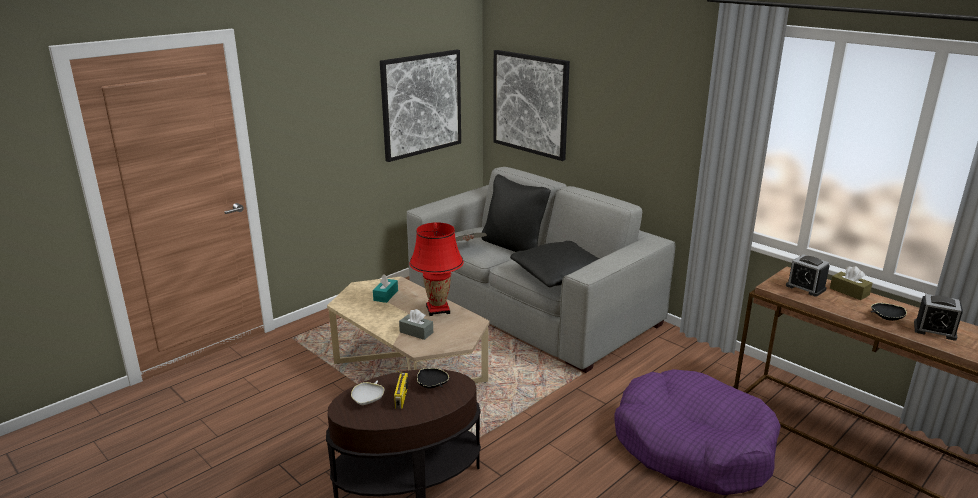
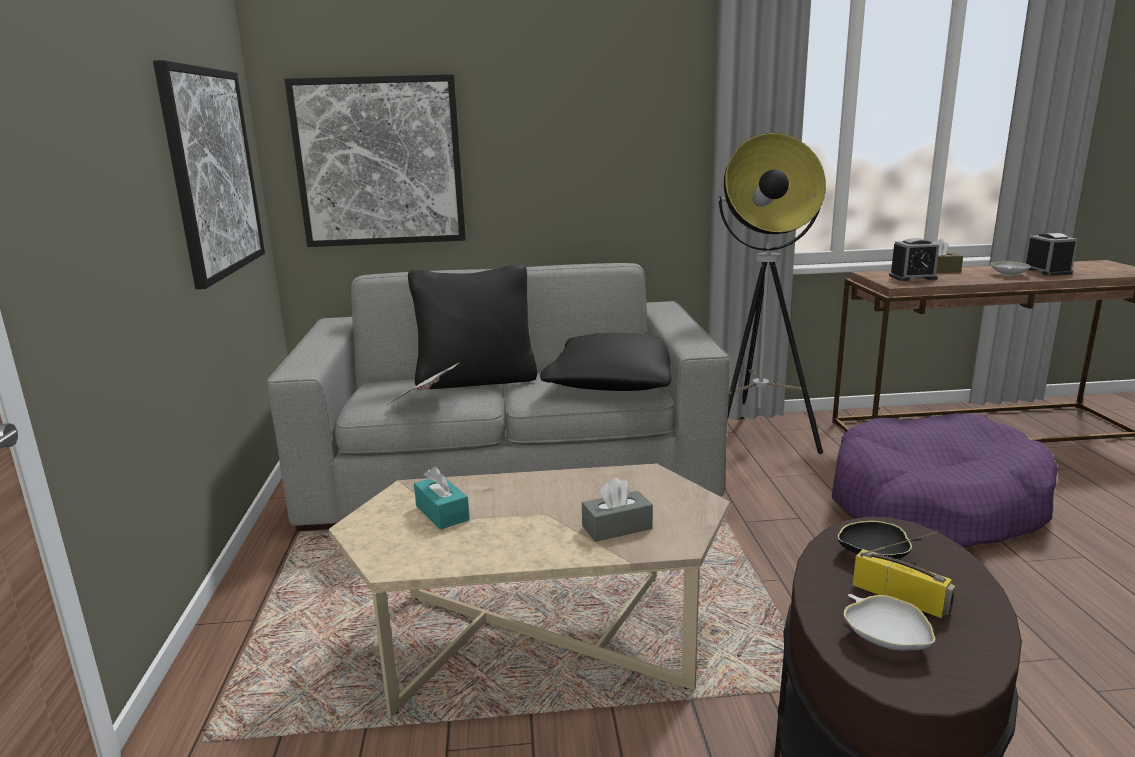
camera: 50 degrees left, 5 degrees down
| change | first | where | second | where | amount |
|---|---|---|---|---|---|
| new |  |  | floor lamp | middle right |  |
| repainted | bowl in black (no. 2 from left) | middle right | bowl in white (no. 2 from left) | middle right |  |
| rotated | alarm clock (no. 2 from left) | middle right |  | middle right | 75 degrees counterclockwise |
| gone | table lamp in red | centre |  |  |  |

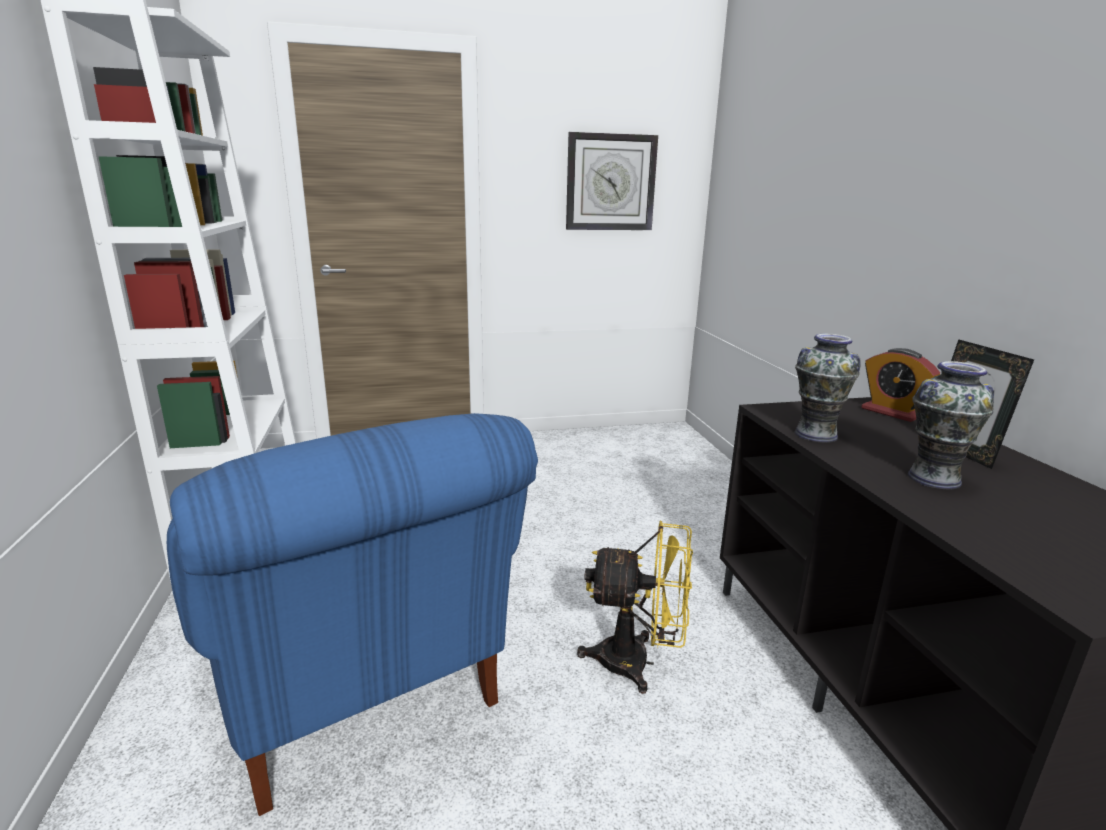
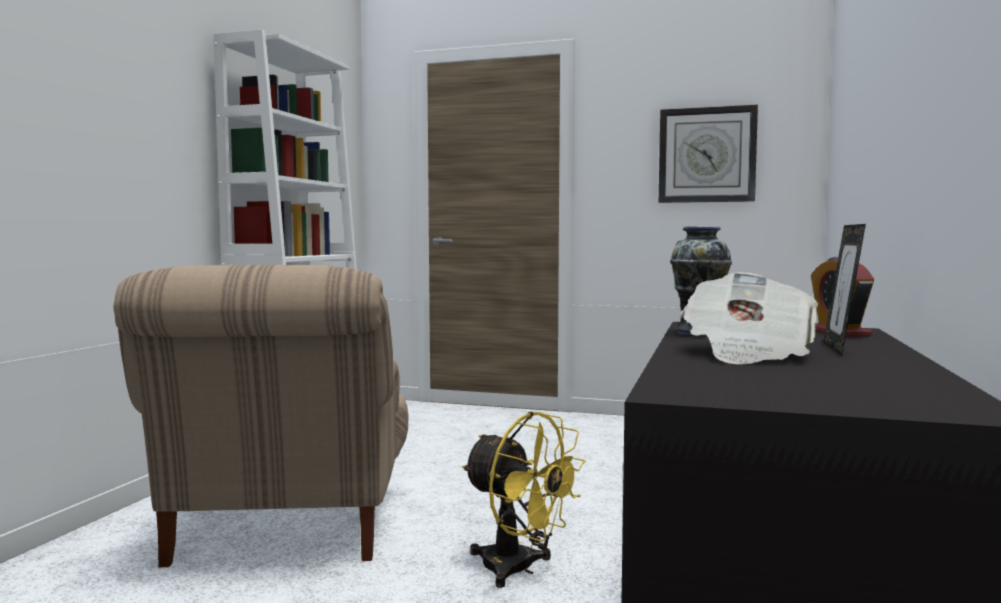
camera: 30 degrees right, 15 degrees down
| change | first | where | second | where | amount |
|---|---|---|---|---|---|
| repainted | armchair in blue | bottom left | armchair in beige | bottom left |  |
| swapped | vase (no. 2 from left) | middle right | newspaper | middle right |  |

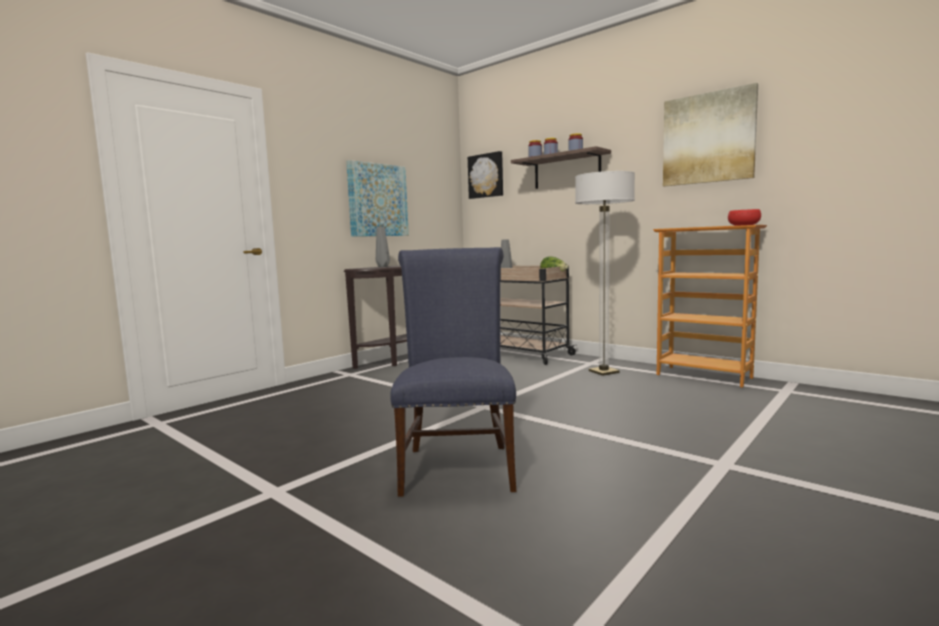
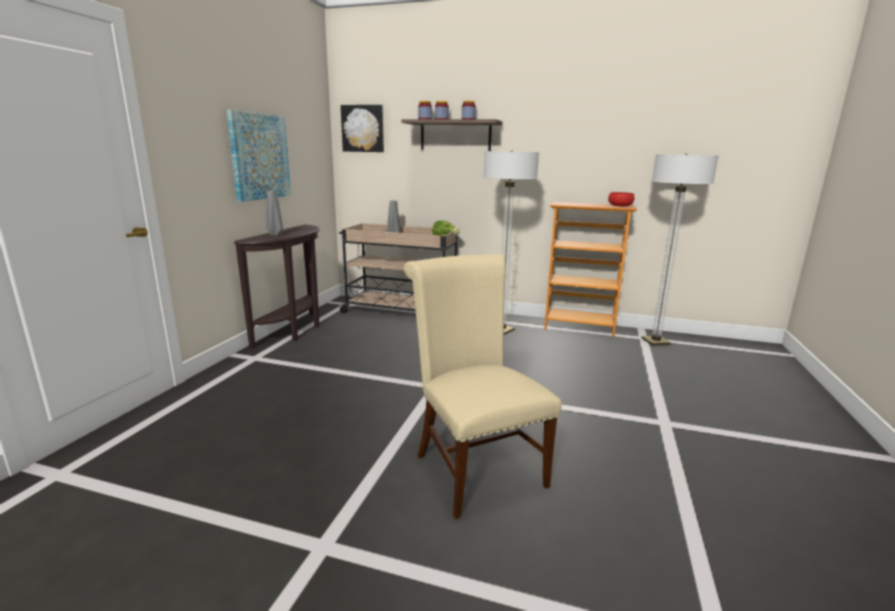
camera: 25 degrees left, 10 degrees up
| change | first | where | second | where | amount |
|---|---|---|---|---|---|
| repainted | chair in blue | centre | chair in beige | centre |  |
| new |  |  | floor lamp (no. 2 from left) | middle right |  |
| gone | picture (no. 3 from left) | top right |  |  |  |

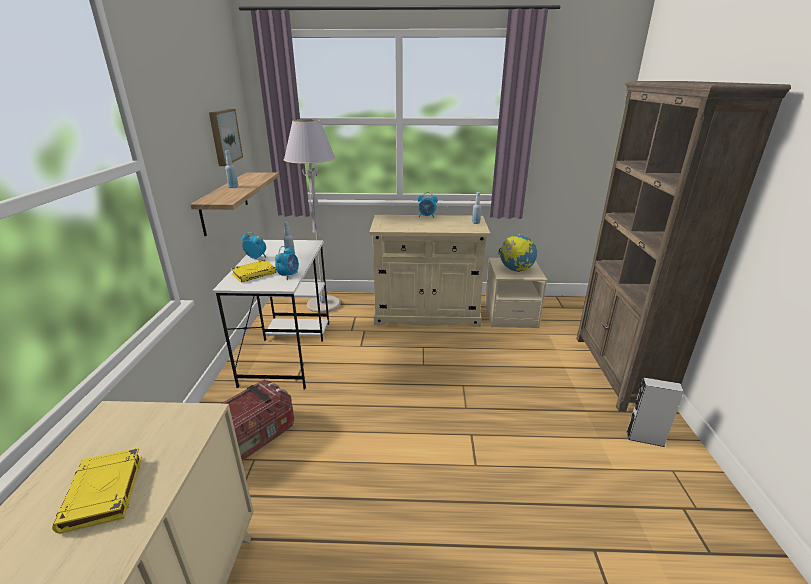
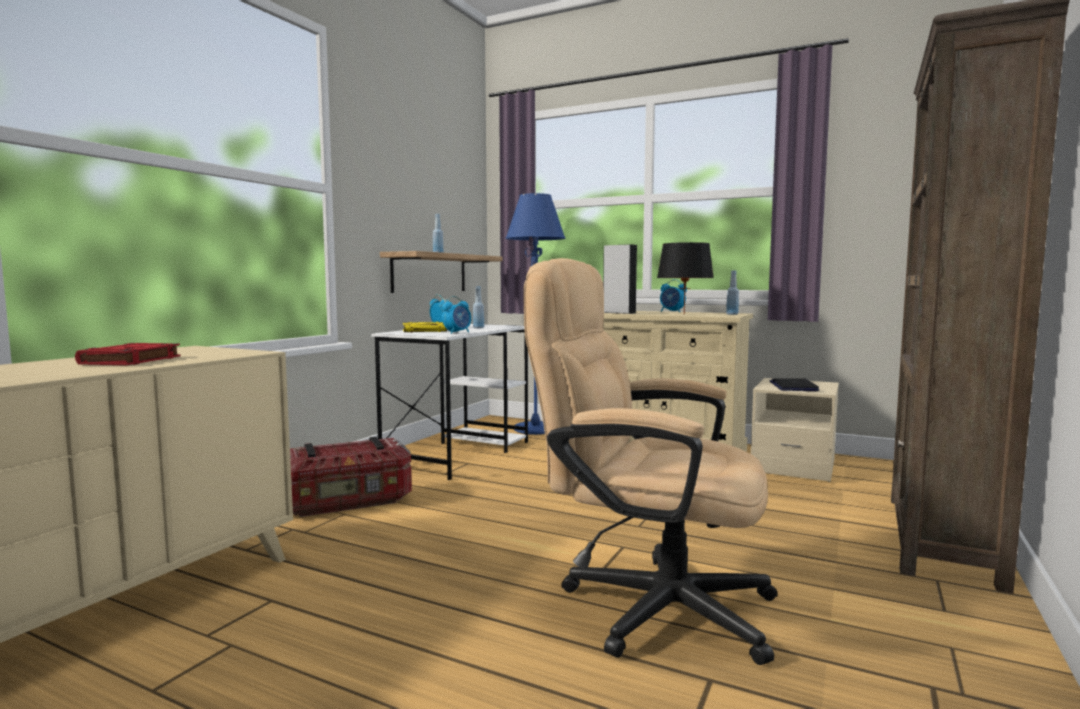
camera: 25 degrees right, 20 degrees down
| change | first | where | second | where | amount |
|---|---|---|---|---|---|
| repainted | book in yellow (no. 1 from left) | bottom left | book in red | middle left |  |
| repainted | floor lamp in grey | centre | floor lamp in blue | centre |  |
| new |  |  | office chair in beige | centre |  |
| shifted | speaker in grey | bottom right |  | centre |  |
| new |  |  | table lamp in black | centre |  |
| swapped | globe | centre | laptop | middle right |  |
| gone | picture | top left |  |  |  |

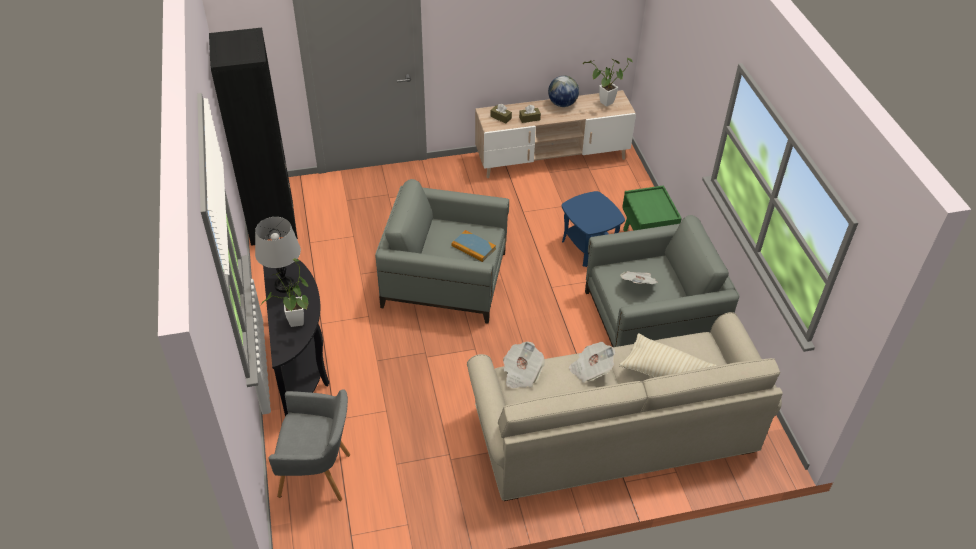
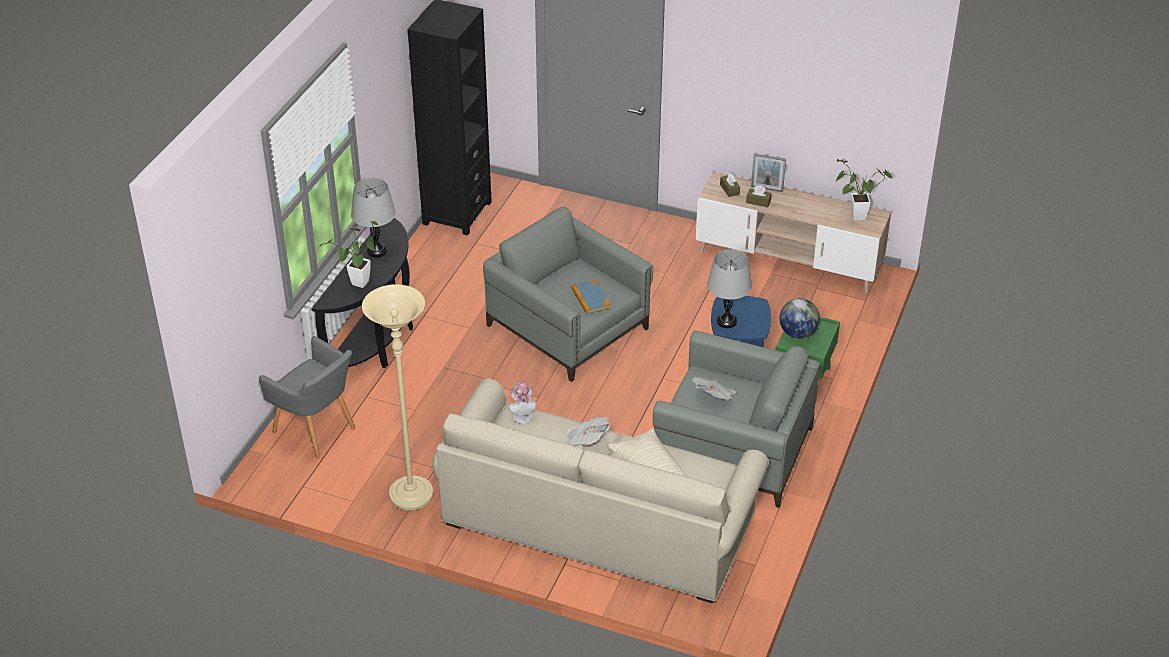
camera: 35 degrees right, 5 degrees down
| change | first | where | second | where | amount |
|---|---|---|---|---|---|
| new |  |  | floor lamp in beige | centre |  |
| swapped | newspaper (no. 1 from left) | centre | hat | centre |  |
| new |  |  | table lamp in grey (no. 2 from left) | centre |  |
| new |  |  | picture frame | top centre |  |
| shifted | globe | top centre |  | middle right |  |

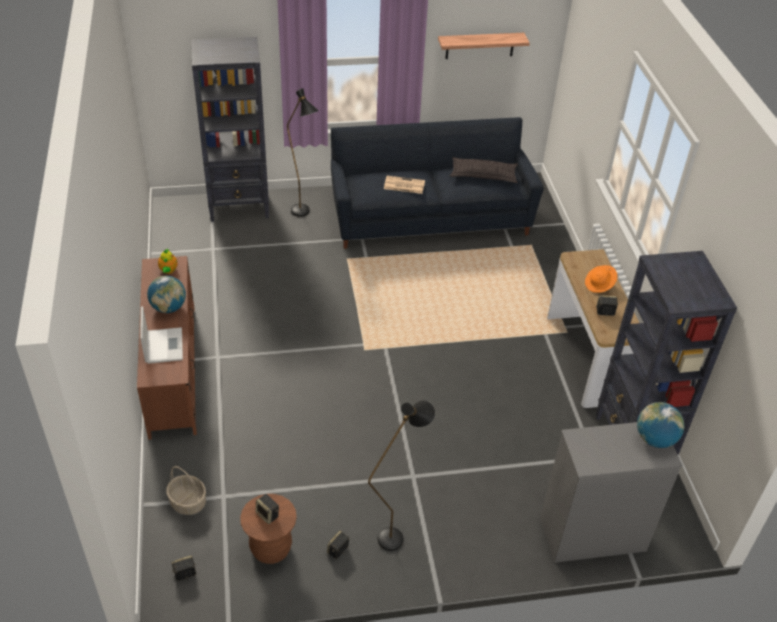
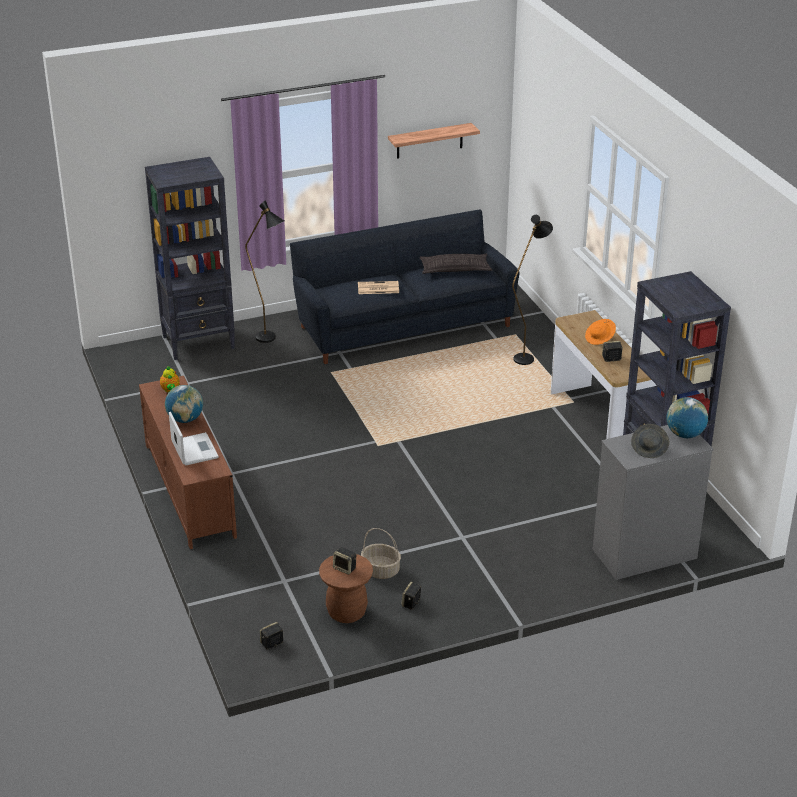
camera: 10 degrees left, 10 degrees down
| change | first | where | second | where | amount |
|---|---|---|---|---|---|
| shifted | basket | bottom left |  | bottom centre |  |
| shifted | floor lamp in black (no. 2 from left) | bottom centre |  | middle right |  |
| new |  |  | hat in grey | middle right |  |

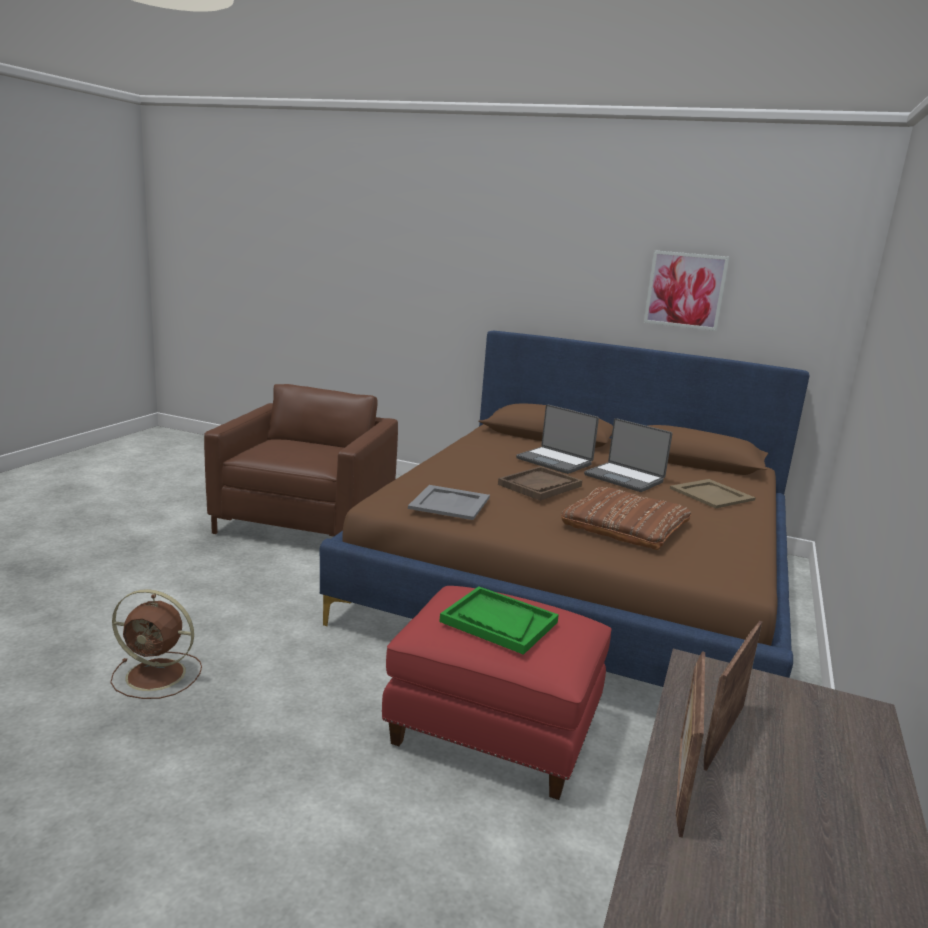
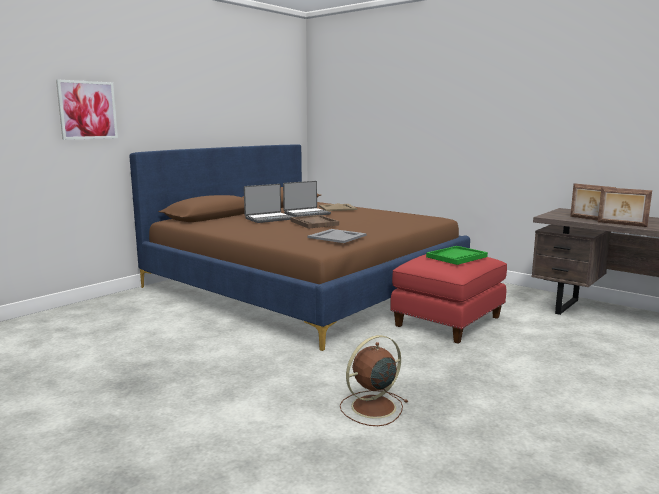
camera: 70 degrees left, 5 degrees down
| change | first | where | second | where | amount |
|---|---|---|---|---|---|
| shifted | picture | top right |  | top left |  |
| rotated | fan in brown | bottom left |  | bottom centre | 150 degrees counterclockwise |
| gone | armchair in brown | middle left |  |  |  |
| gone | pillow in brown | middle right |  |  |  |

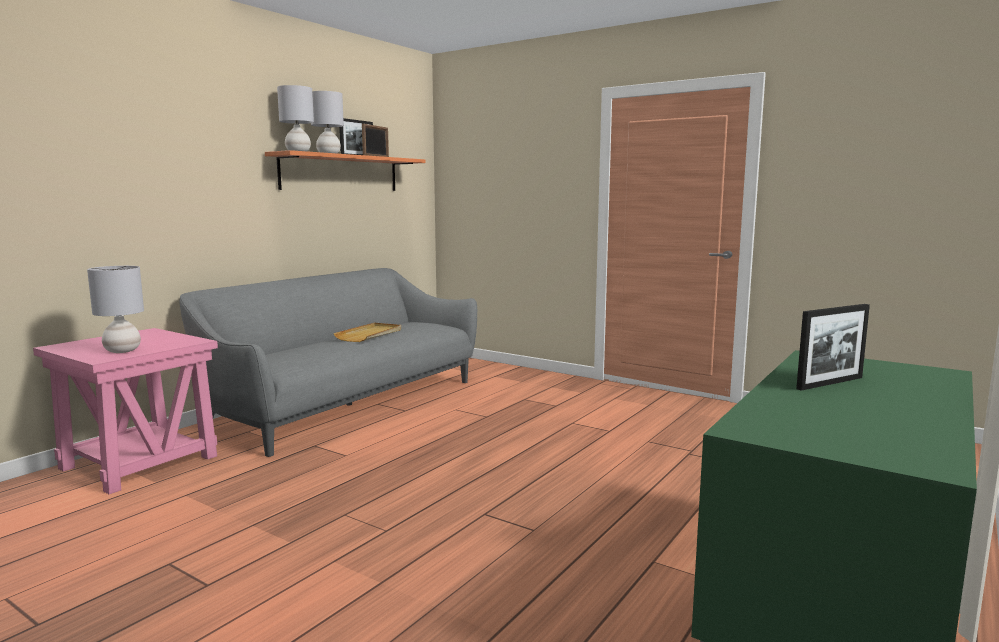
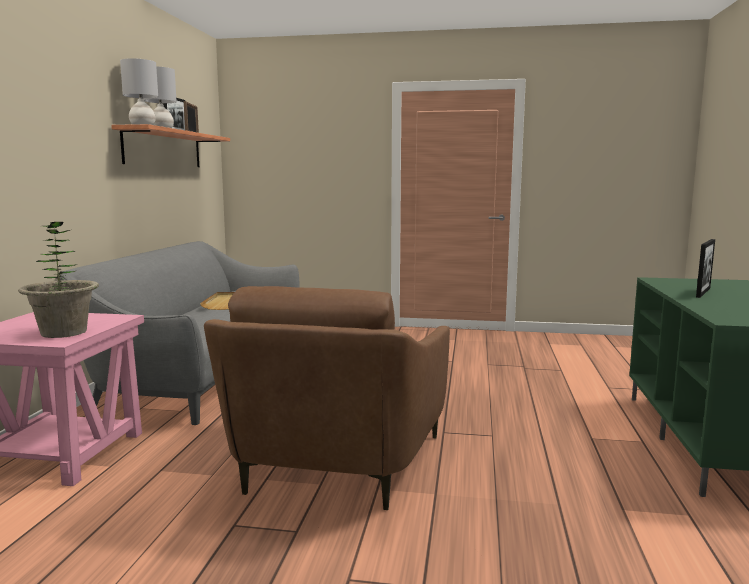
camera: 25 degrees left, 0 degrees up
| change | first | where | second | where | amount |
|---|---|---|---|---|---|
| swapped | table lamp in grey (no. 1 from left) | middle left | potted plant | middle left |  |
| new |  |  | armchair in brown | bottom centre |  |

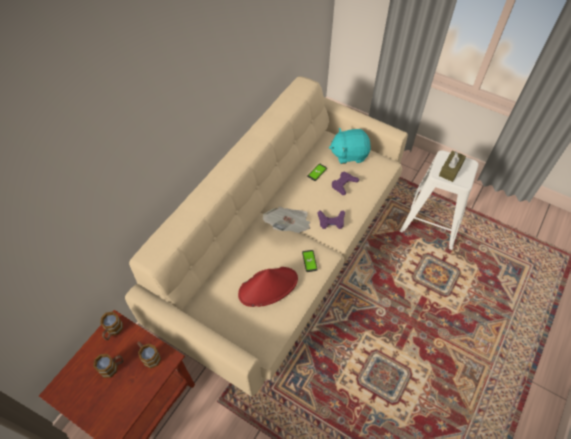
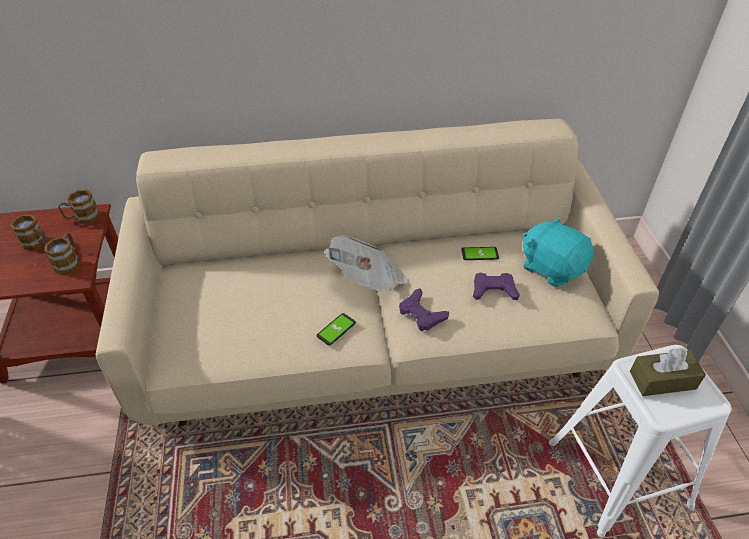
camera: 50 degrees right, 10 degrees down
| change | first | where | second | where | amount |
|---|---|---|---|---|---|
| gone | hat in red | centre |  |  |  |

